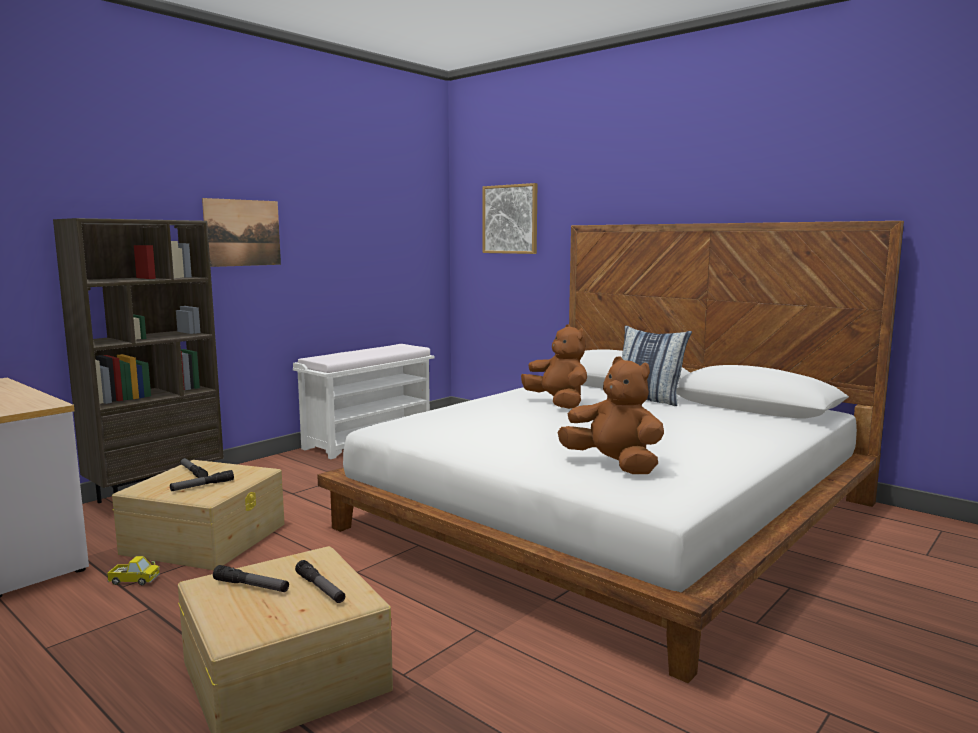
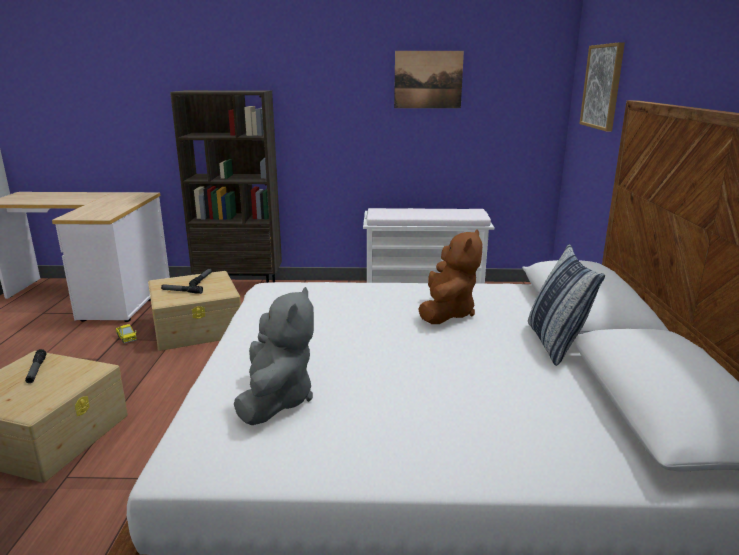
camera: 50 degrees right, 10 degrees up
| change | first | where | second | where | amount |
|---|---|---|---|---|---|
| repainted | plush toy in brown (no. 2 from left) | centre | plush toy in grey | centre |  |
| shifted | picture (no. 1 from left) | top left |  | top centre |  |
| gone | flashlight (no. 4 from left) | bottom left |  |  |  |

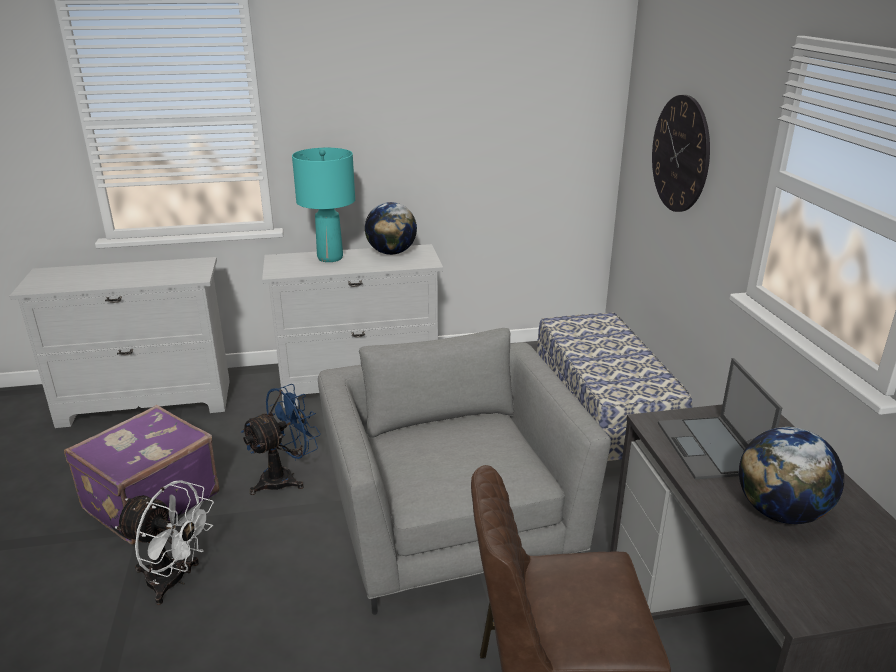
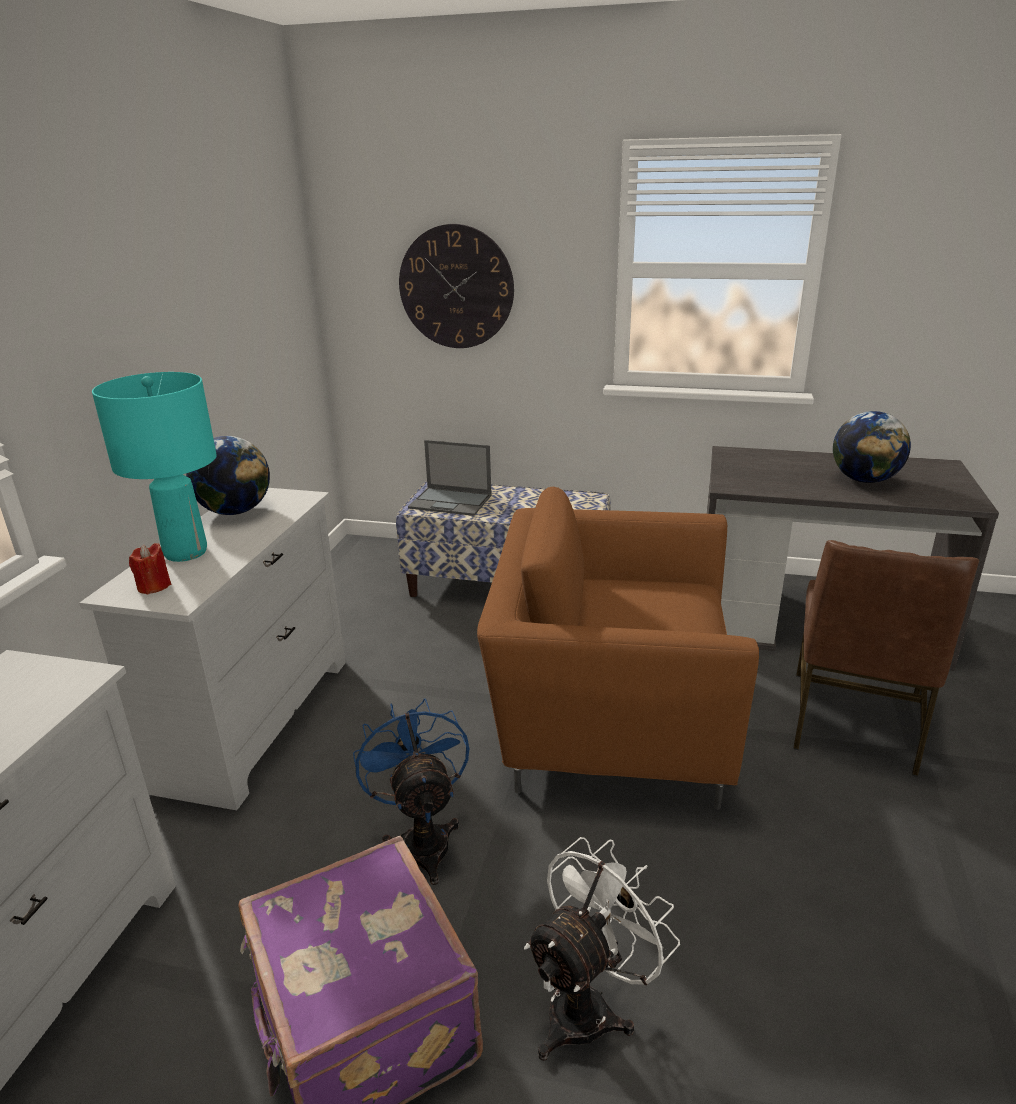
camera: 65 degrees left, 0 degrees up
| change | first | where | second | where | amount |
|---|---|---|---|---|---|
| new |  |  | candle in red | middle left |  |
| shifted | laptop | middle right |  | centre |  |
| repainted | armchair in grey | bottom centre | armchair in brown | centre |  |

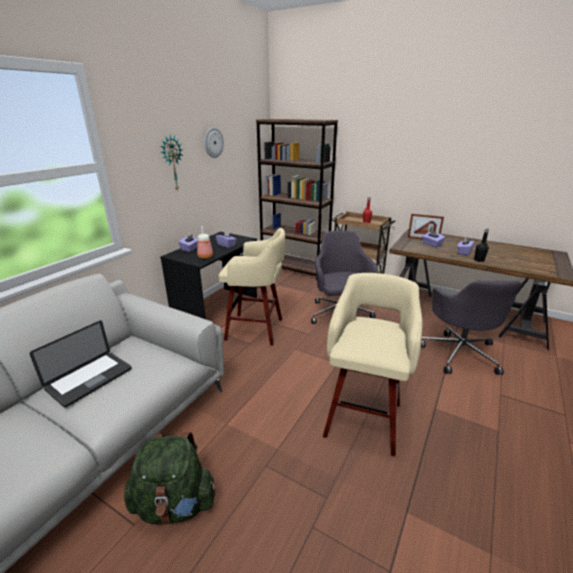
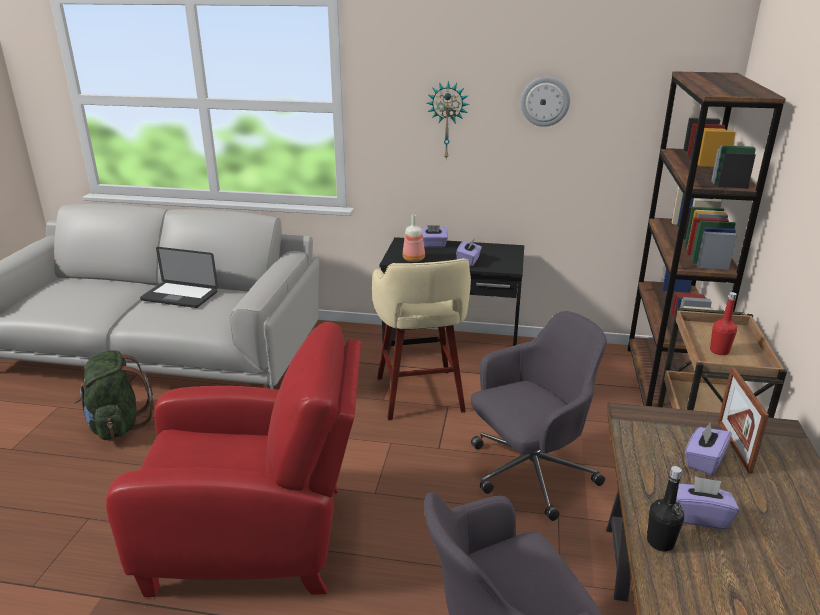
camera: 70 degrees right, 0 degrees up
| change | first | where | second | where | amount |
|---|---|---|---|---|---|
| swapped | stool in beige (no. 2 from left) | centre | armchair in red | bottom left |  |

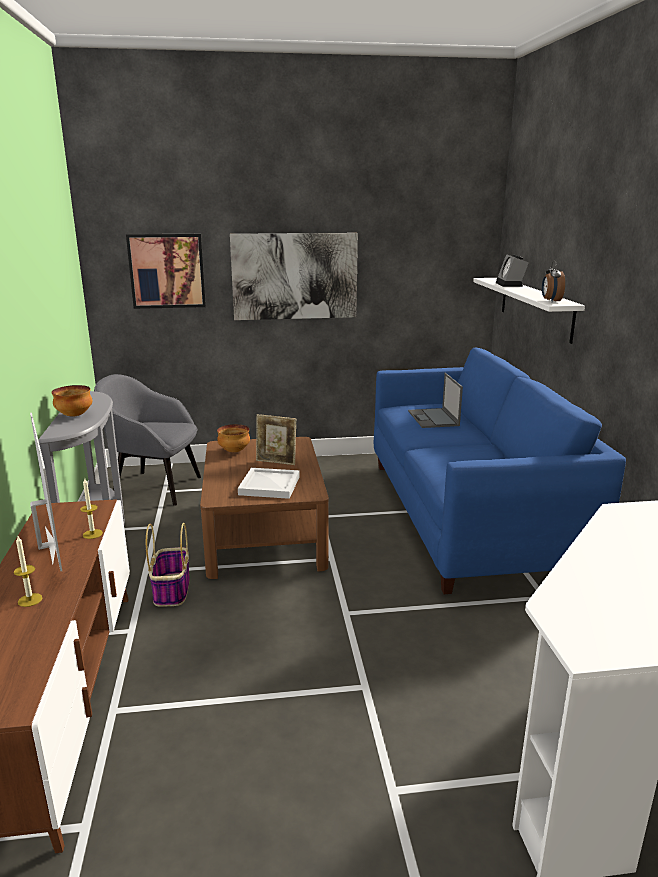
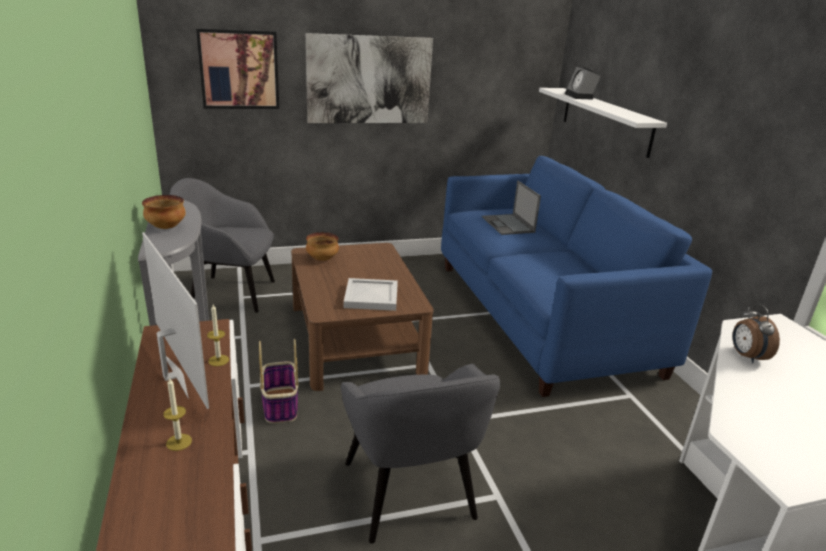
camera: 10 degrees left, 5 degrees up
| change | first | where | second | where | amount |
|---|---|---|---|---|---|
| new |  |  | armchair in grey (no. 2 from left) | bottom centre |  |
| shifted | alarm clock (no. 2 from left) | top right |  | middle right |  |
| gone | picture frame | centre |  |  |  |

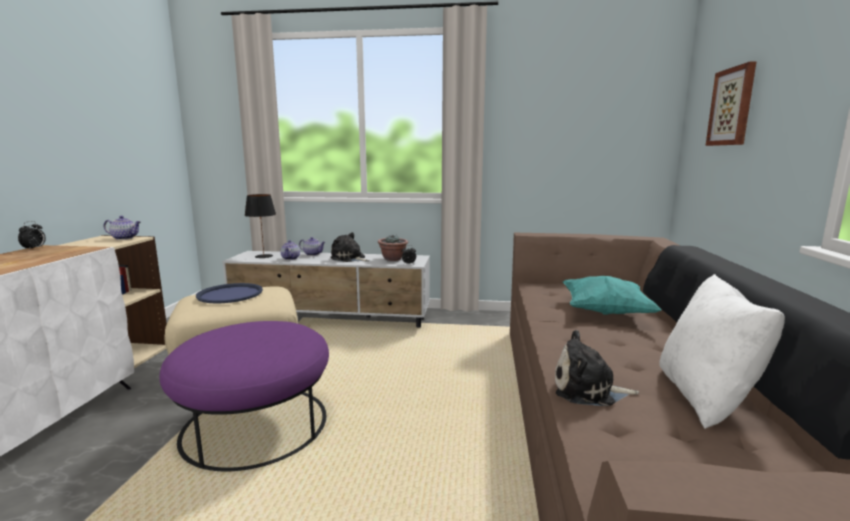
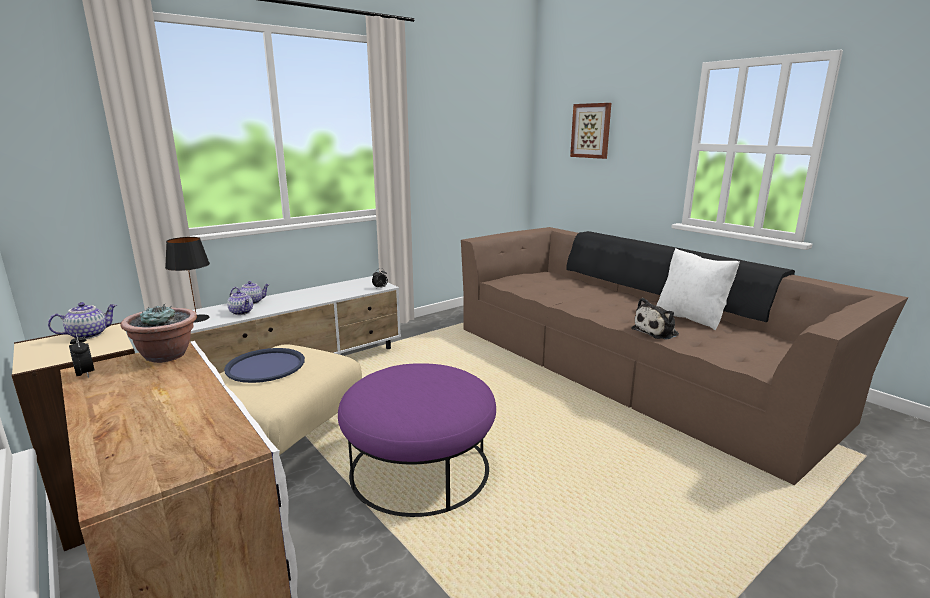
camera: 45 degrees left, 5 degrees up
| change | first | where | second | where | amount |
|---|---|---|---|---|---|
| shifted | potted plant | centre |  | middle left |  |
| gone | plush toy (no. 1 from left) | centre |  |  |  |
| gone | pillow in turquoise | middle right |  |  |  |

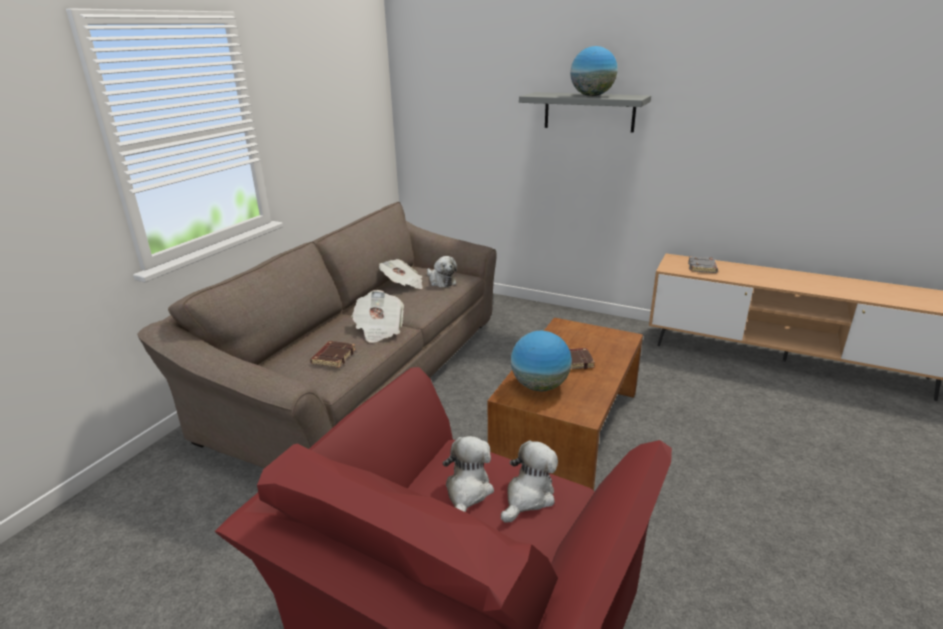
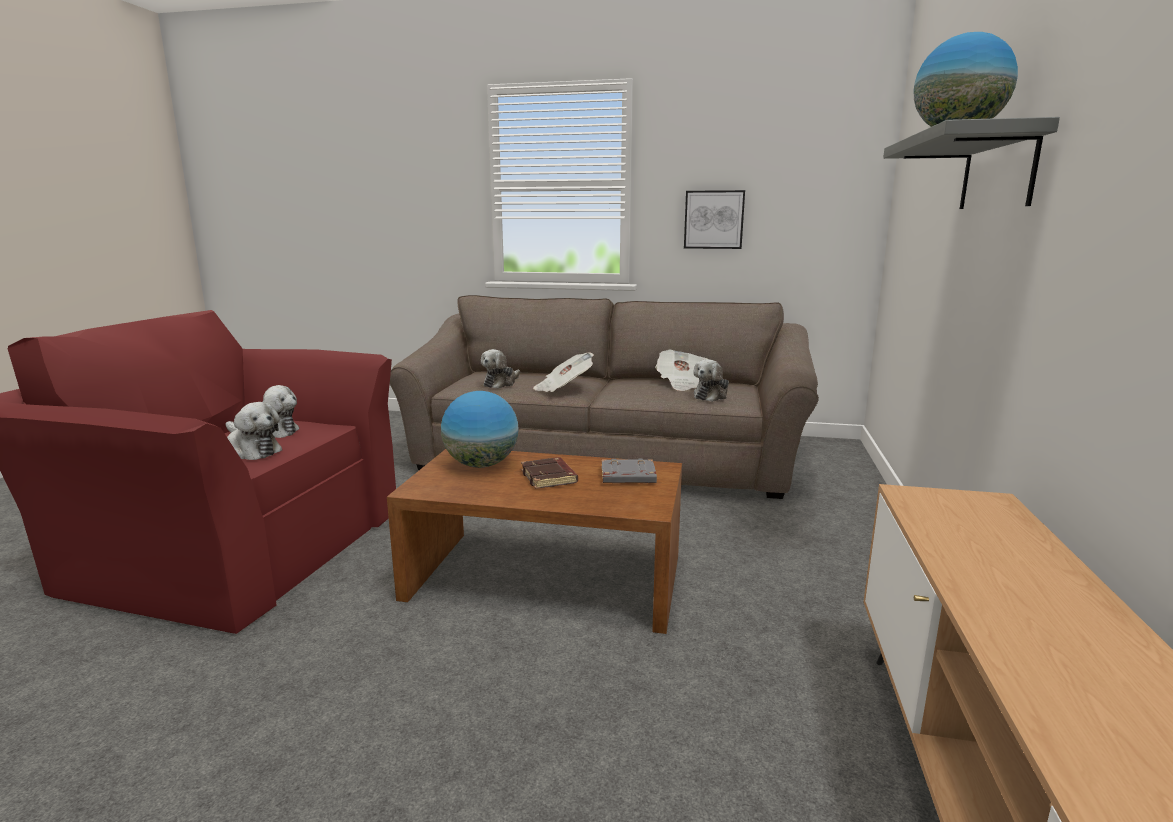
camera: 75 degrees right, 10 degrees down
| change | first | where | second | where | amount |
|---|---|---|---|---|---|
| swapped | book in brown (no. 1 from left) | centre | plush toy (no. 3 from left) | centre |  |
| shifted | book in grey | middle right |  | centre |  |
| new |  |  | picture | top centre |  |

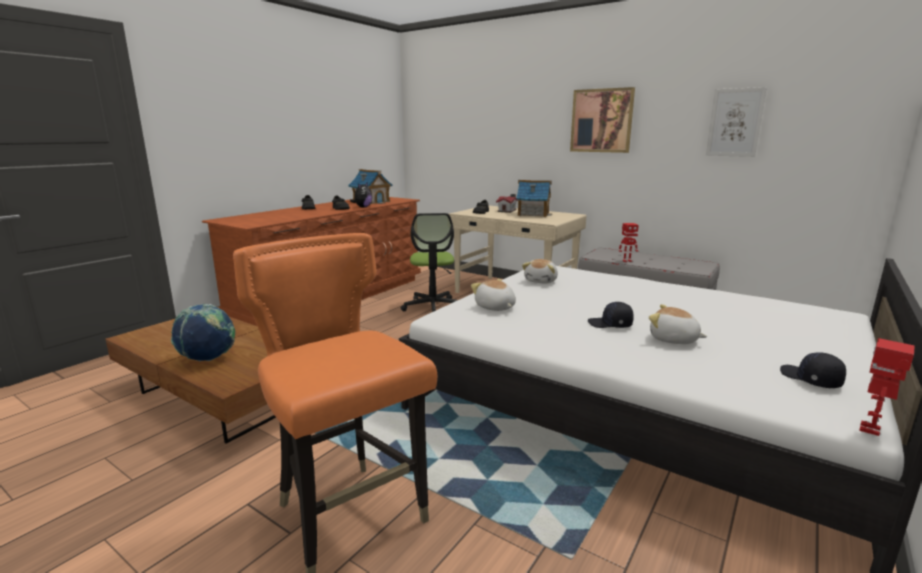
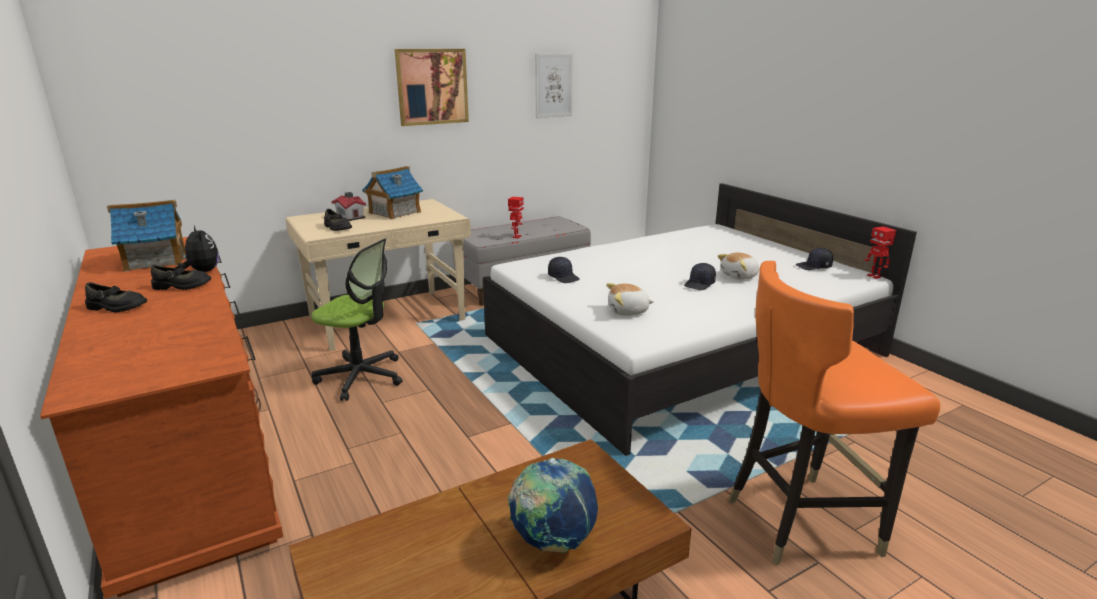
camera: 65 degrees left, 5 degrees up
| change | first | where | second | where | amount |
|---|---|---|---|---|---|
| swapped | plush toy (no. 3 from left) | centre | cap in black (no. 1 from left) | centre |  |

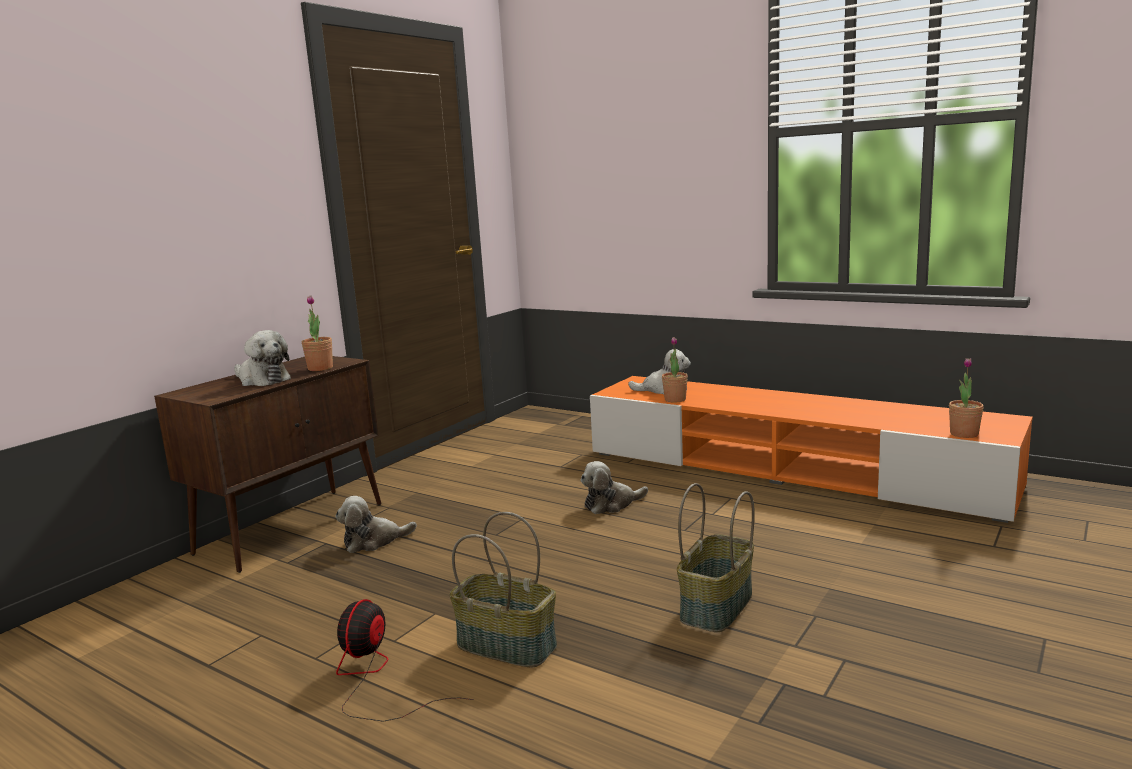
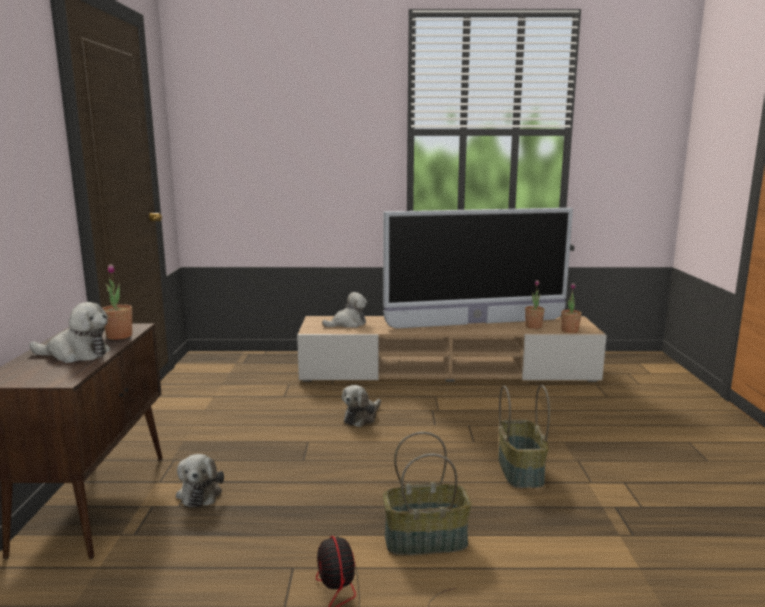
camera: 35 degrees left, 0 degrees up
| change | first | where | second | where | amount |
|---|---|---|---|---|---|
| rotated | plush toy (no. 2 from left) | bottom left |  | bottom left | 45 degrees counterclockwise |
| repainted | tv stand in orange | middle right | tv stand in beige | centre |  |
| new |  |  | television | centre |  |
| shifted | potted plant (no. 2 from left) | centre |  | middle right |  |

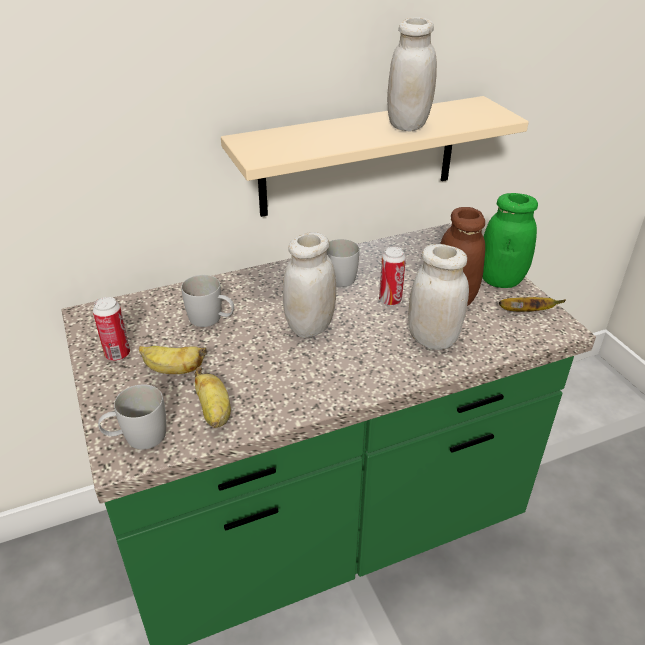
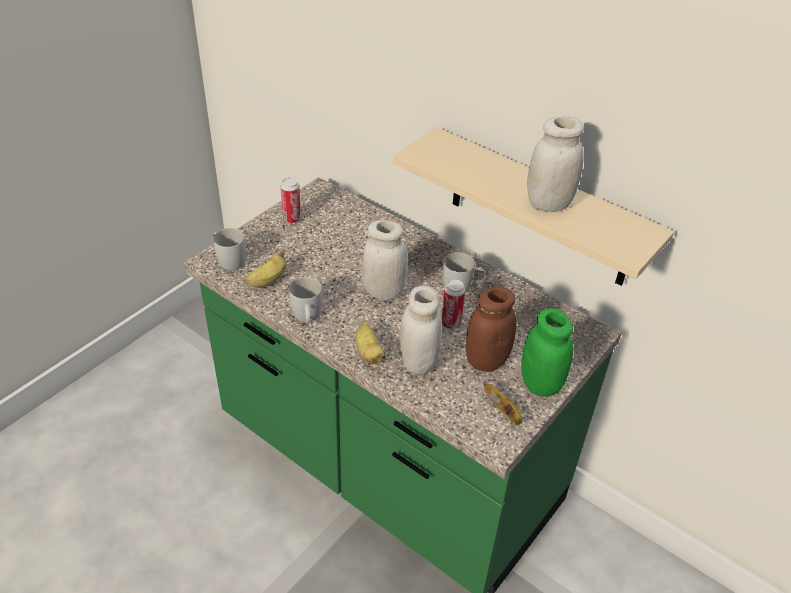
camera: 60 degrees right, 5 degrees up
| change | first | where | second | where | amount |
|---|---|---|---|---|---|
| shifted | mug in white (no. 2 from left) | middle left |  | centre |  |
| shifted | banana (no. 1 from left in the first image) | middle left | banana (no. 2 from left) | centre |  |

